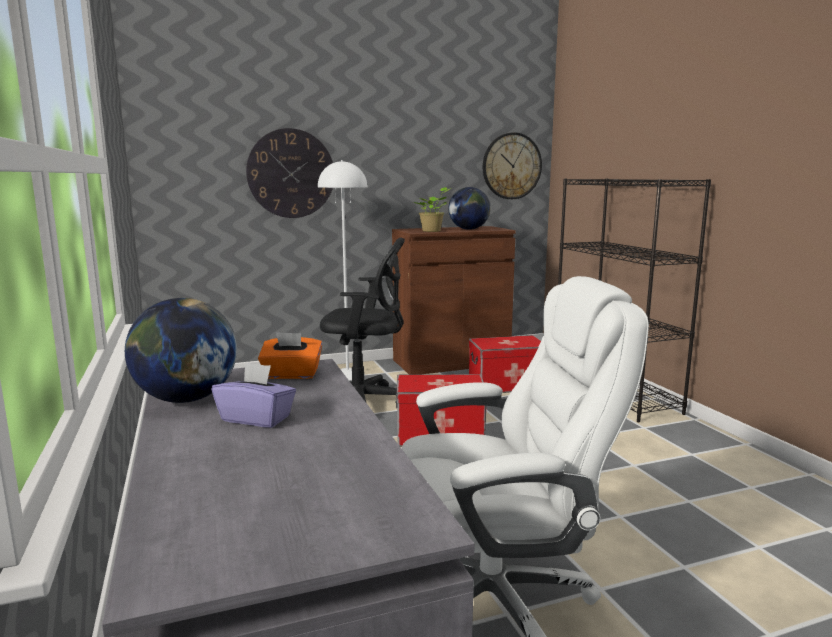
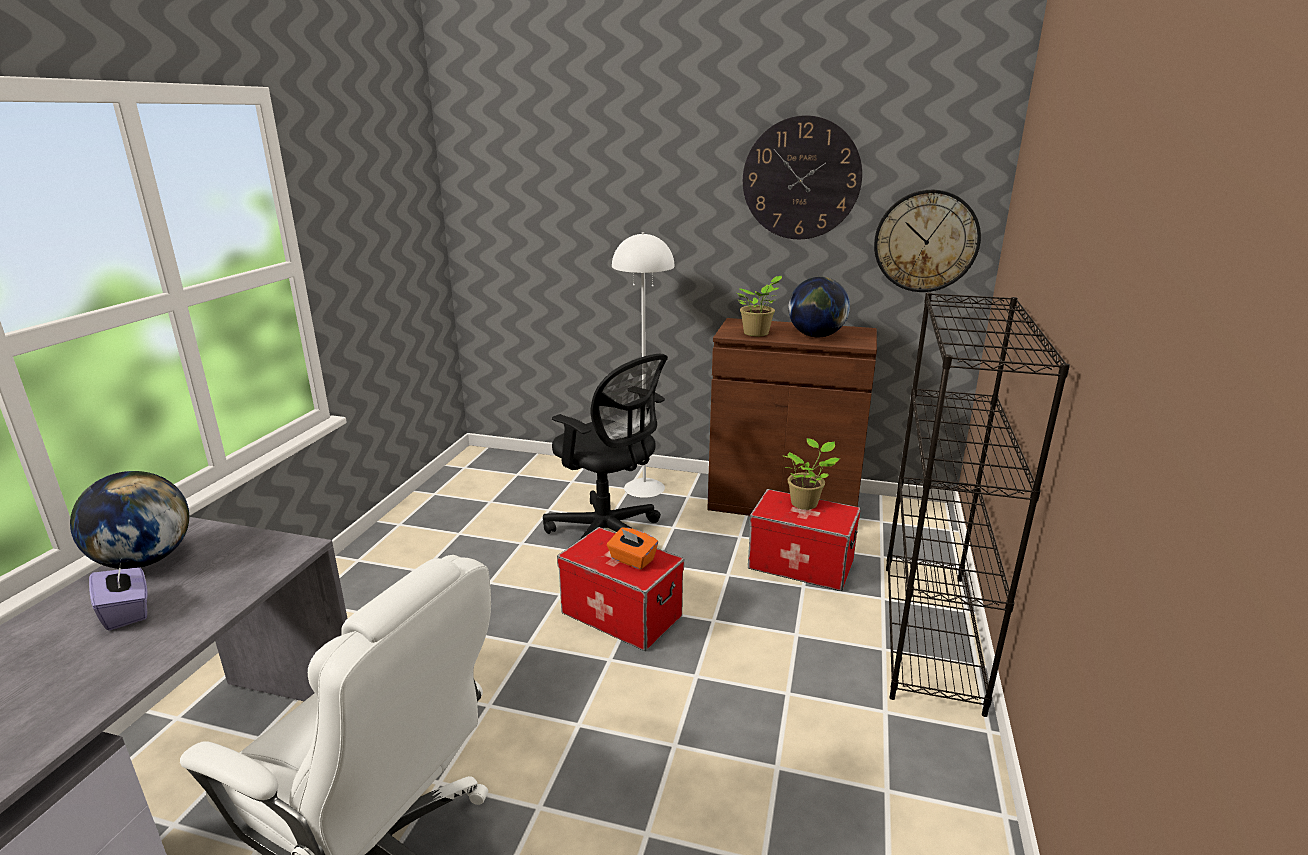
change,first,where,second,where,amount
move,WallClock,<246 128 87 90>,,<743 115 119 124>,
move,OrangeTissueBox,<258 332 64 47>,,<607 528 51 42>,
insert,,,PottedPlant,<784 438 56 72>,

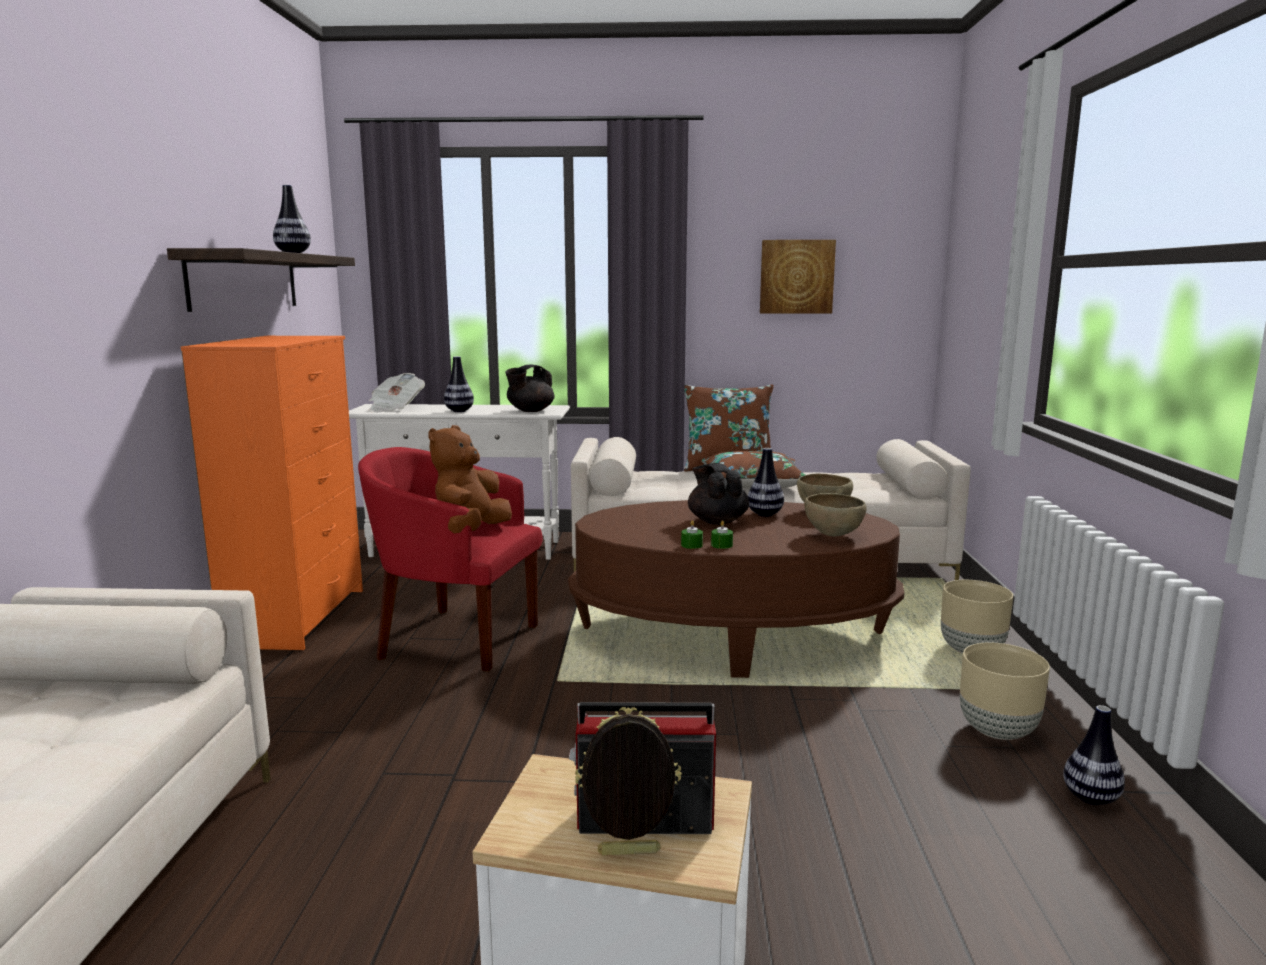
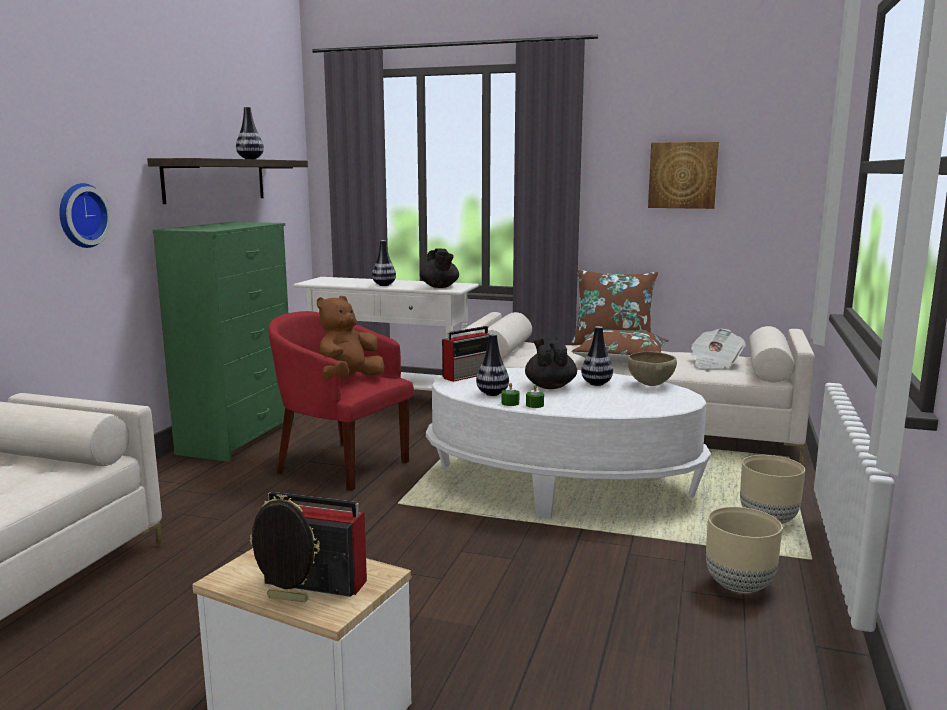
change,first,where,second,where,amount
recolor,OrangeDresser,<181 336 182 314>,GreenDresser,<153 222 142 240>,
move,Newspaper,<369 373 56 40>,,<691 329 55 40>,
rotate,BlackTeapot,<505 364 49 48>,,<419 249 40 39>,75 degrees counterclockwise
recolor,BrownCoffeeTable,<568 500 336 178>,WhiteCoffeeTable,<426 368 285 150>,
delete,BrownBowl,<804 493 62 43>,,,
move,Vase,<1063 705 62 100>,,<476 334 33 62>,
insert,,,WallClock,<59 183 53 65>,
insert,,,Radio,<442 326 48 56>,

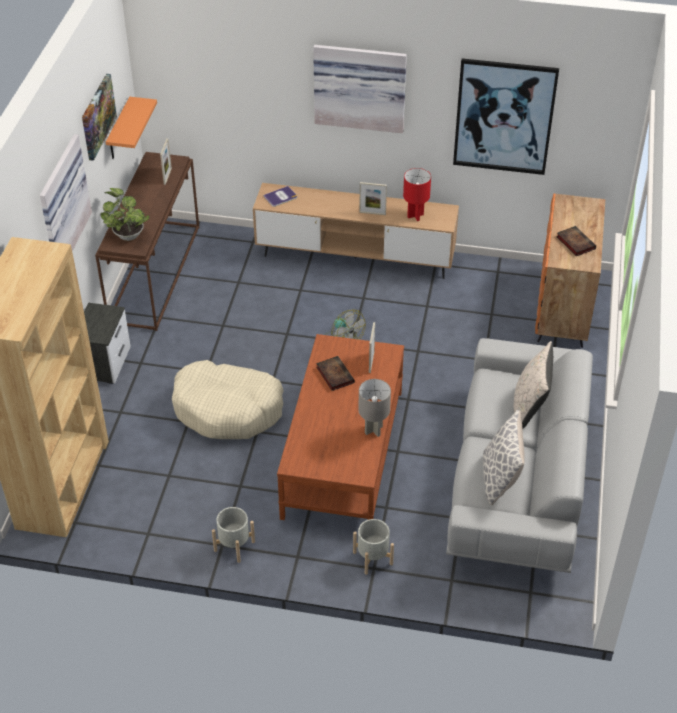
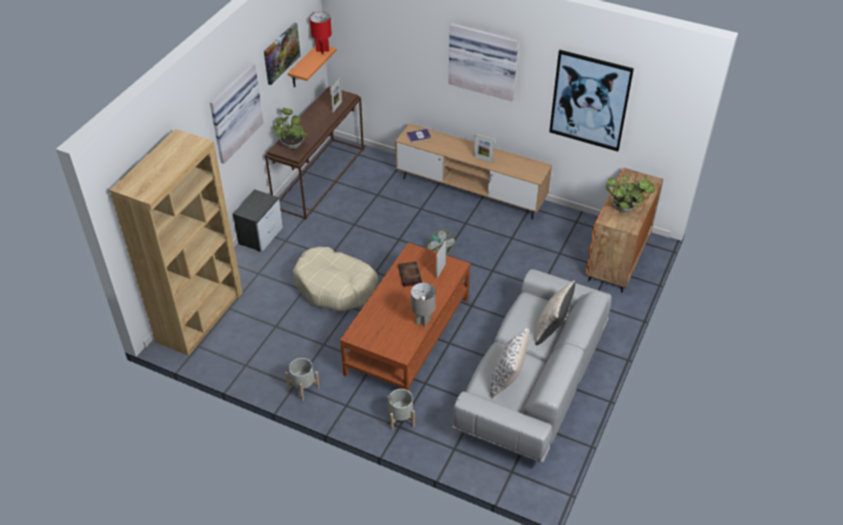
change,first,where,second,where,amount
move,RedTableLamp,<403 168 28 53>,,<310 12 22 43>,
replace,Book,<556 226 40 30>,PottedPlant,<606 174 49 38>,

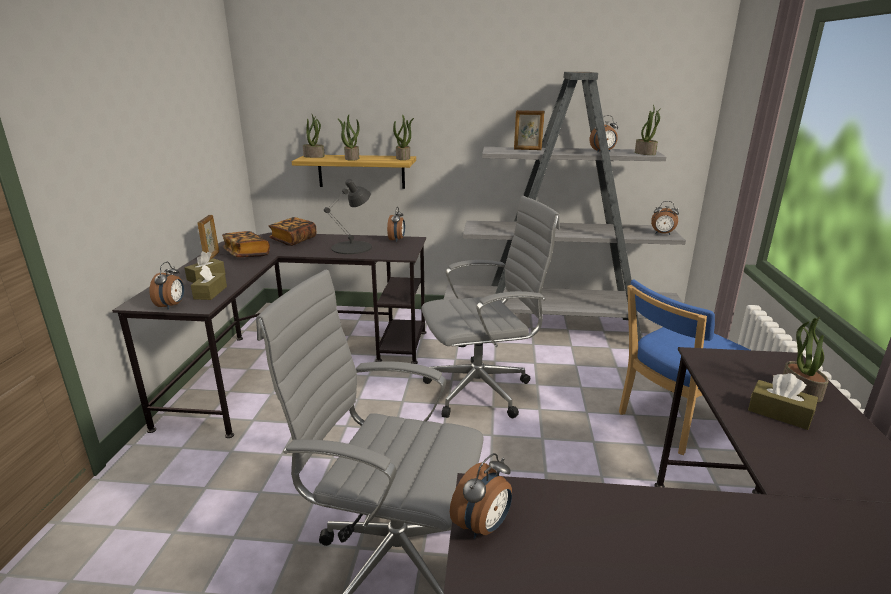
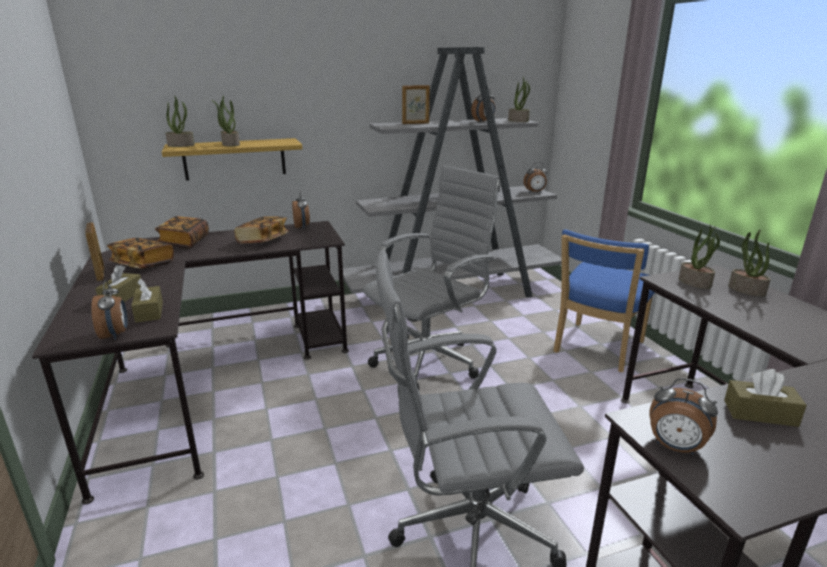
change,first,where,second,where,amount
replace,BlackTableLamp,<324 179 48 75>,Book,<234 216 55 28>,
move,PottedPlant,<393 114 21 46>,,<679 225 41 64>,
rotate,AlarmClock,<450 453 62 86>,,<649 378 69 77>,105 degrees clockwise
move,BrownTissueBox,<748 373 70 57>,,<724 369 83 58>,

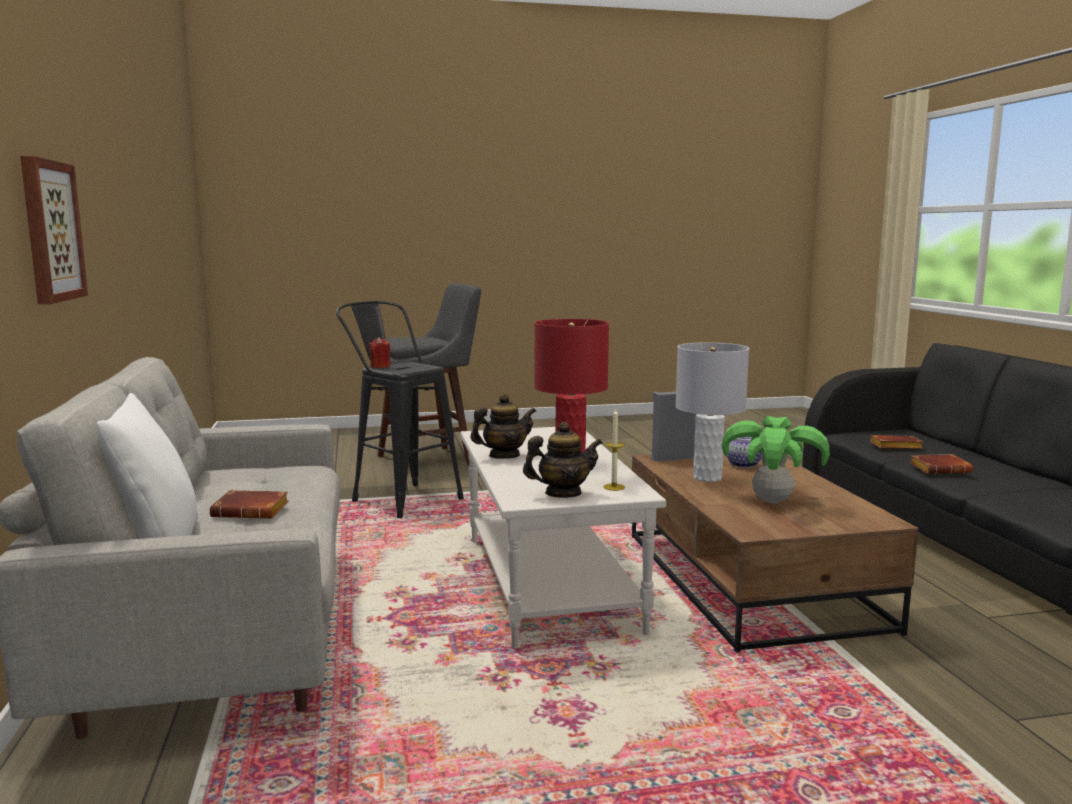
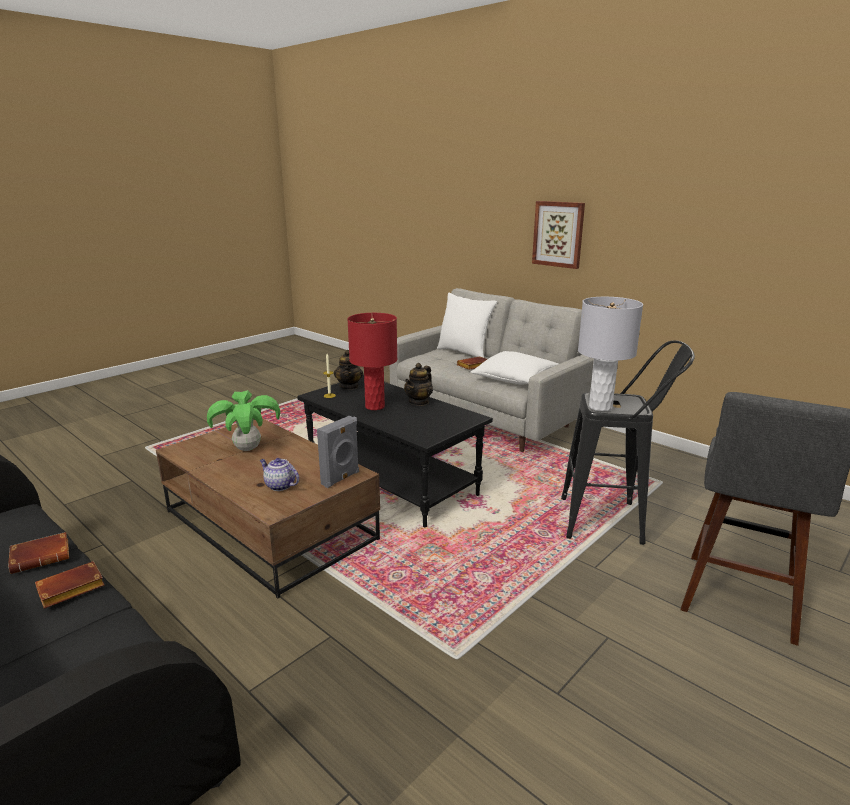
change,first,where,second,where,amount
delete,RedCandle,<369 337 22 31>,,,
recolor,WhiteCoffeeTable,<460 427 206 222>,BlackCoffeeTable,<297 375 196 152>,
rotate,Teapot,<523 422 79 76>,,<334 350 29 40>,45 degrees counterclockwise
move,GreyTableLamp,<675 342 74 140>,,<578 297 65 114>,
move,BrownBook,<870 435 53 14>,,<8 532 61 42>,
insert,,,WhitePillow,<471 351 87 33>,

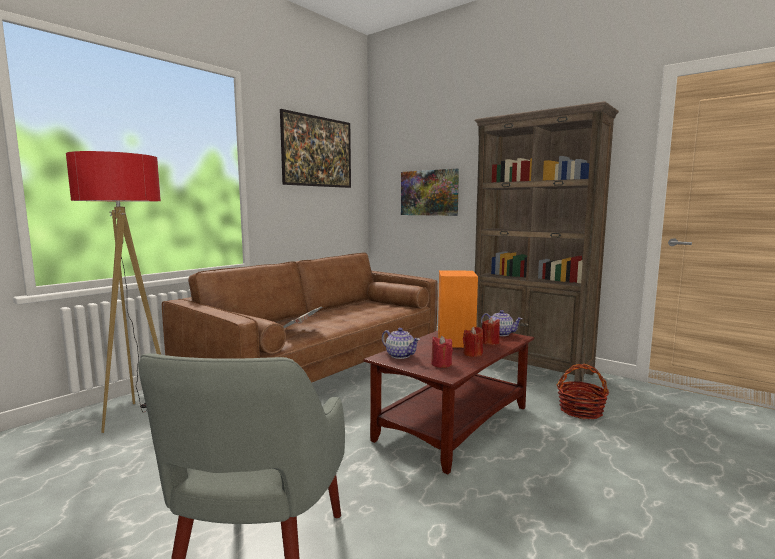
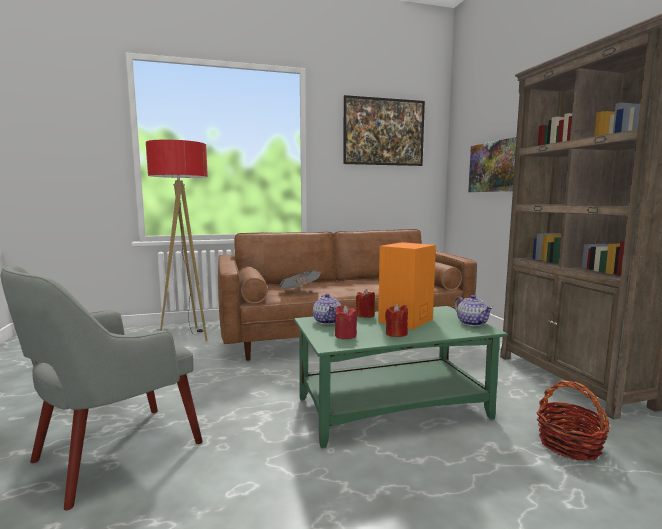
change,first,where,second,where,amount
recolor,BrownCoffeeTable,<364 326 170 148>,GreenCoffeeTable,<294 306 214 142>,
move,RedCandle,<482 317 18 28>,,<356 289 19 29>,

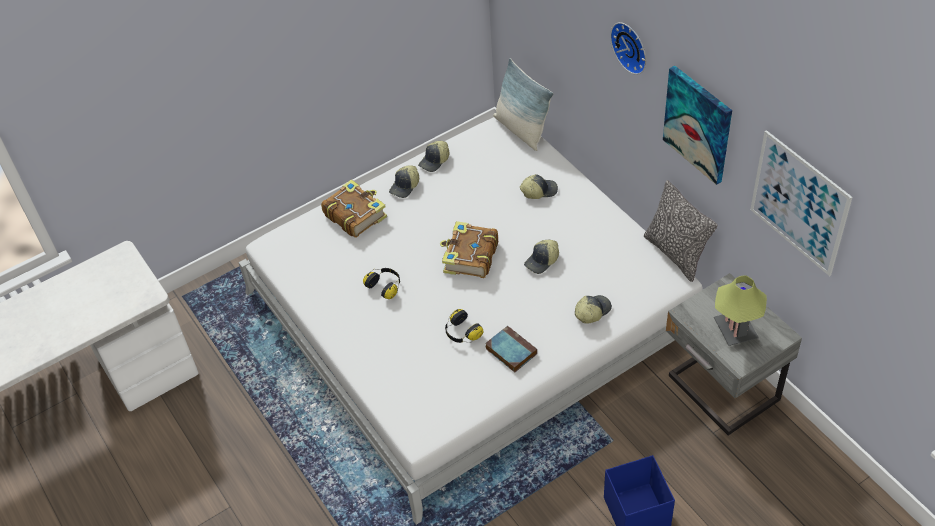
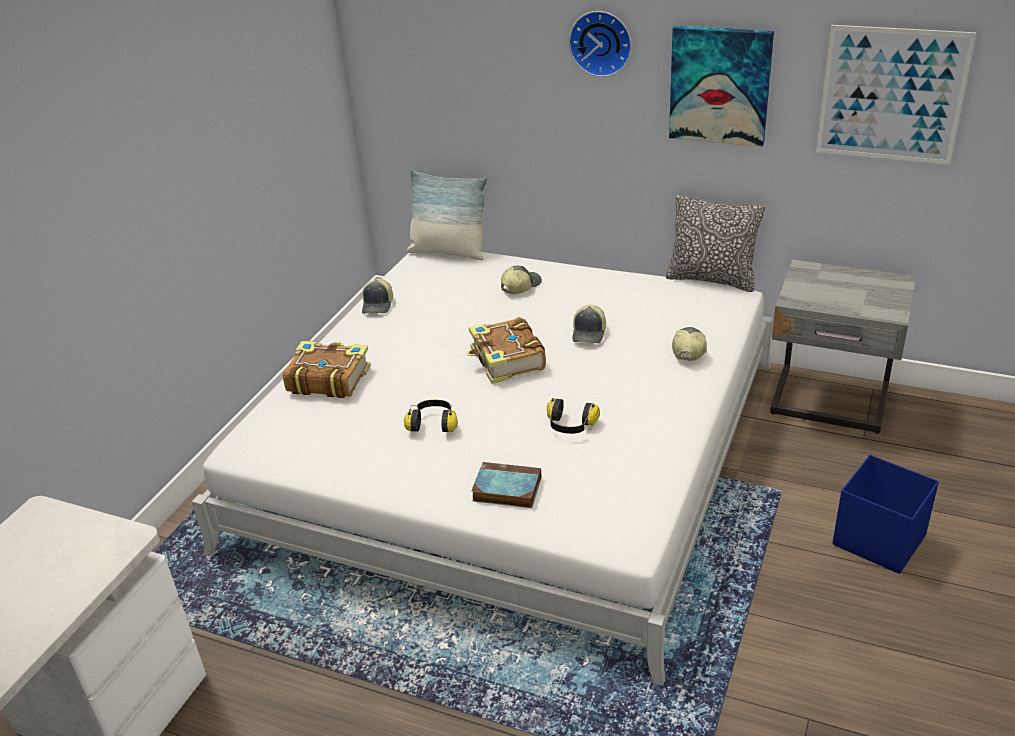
change,first,where,second,where,amount
delete,Cap,<389 165 30 33>,,,
move,Book,<485 326 52 46>,,<471 462 70 46>,
delete,TableLamp,<714 275 53 71>,,,

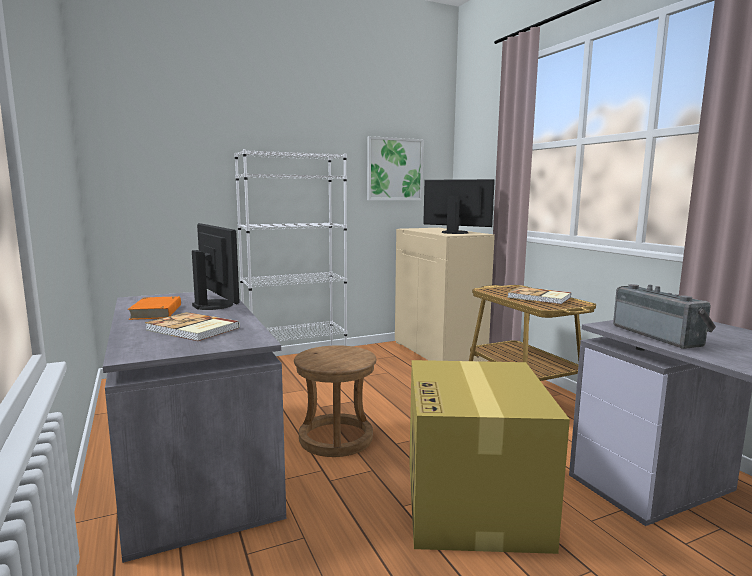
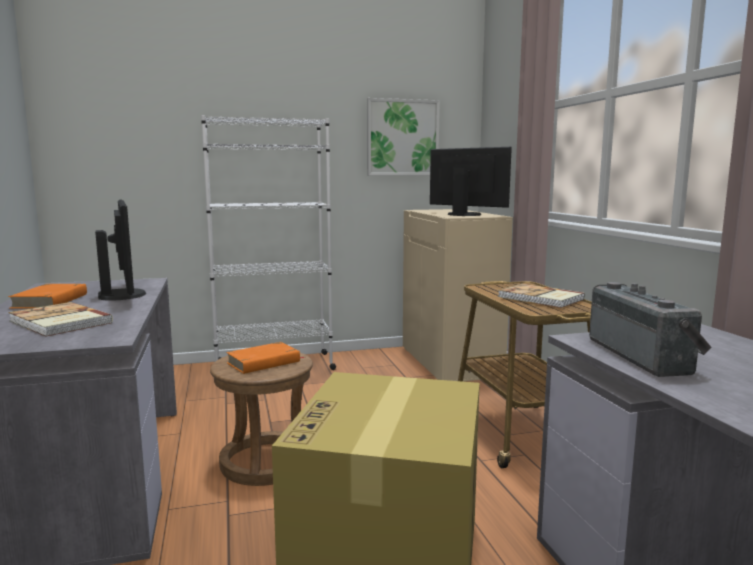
change,first,where,second,where,amount
insert,,,OrangeBook,<226 342 79 32>,

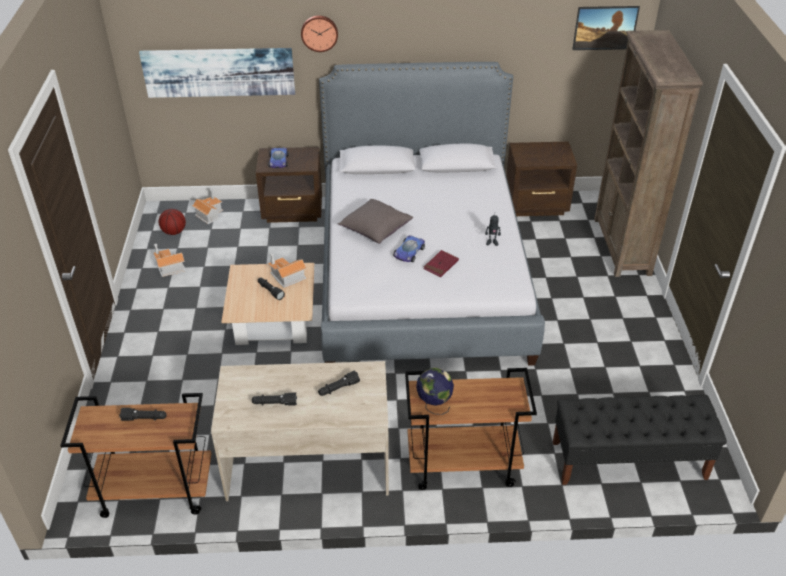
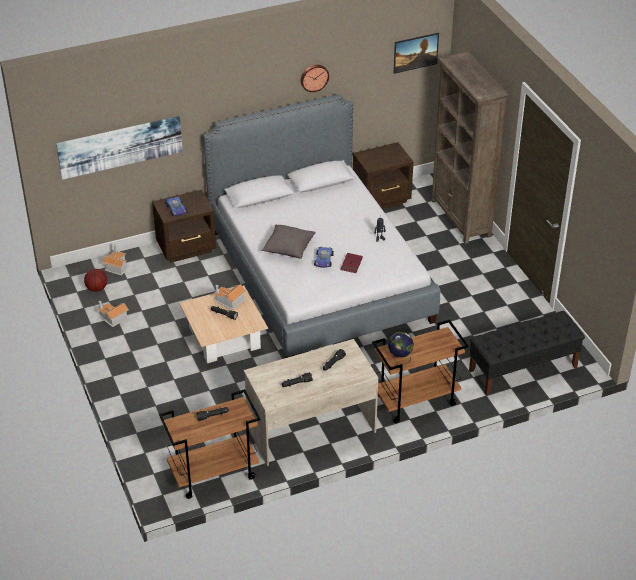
change,first,where,second,where,amount
move,WallClock,<301 16 37 36>,,<301 65 28 27>,

